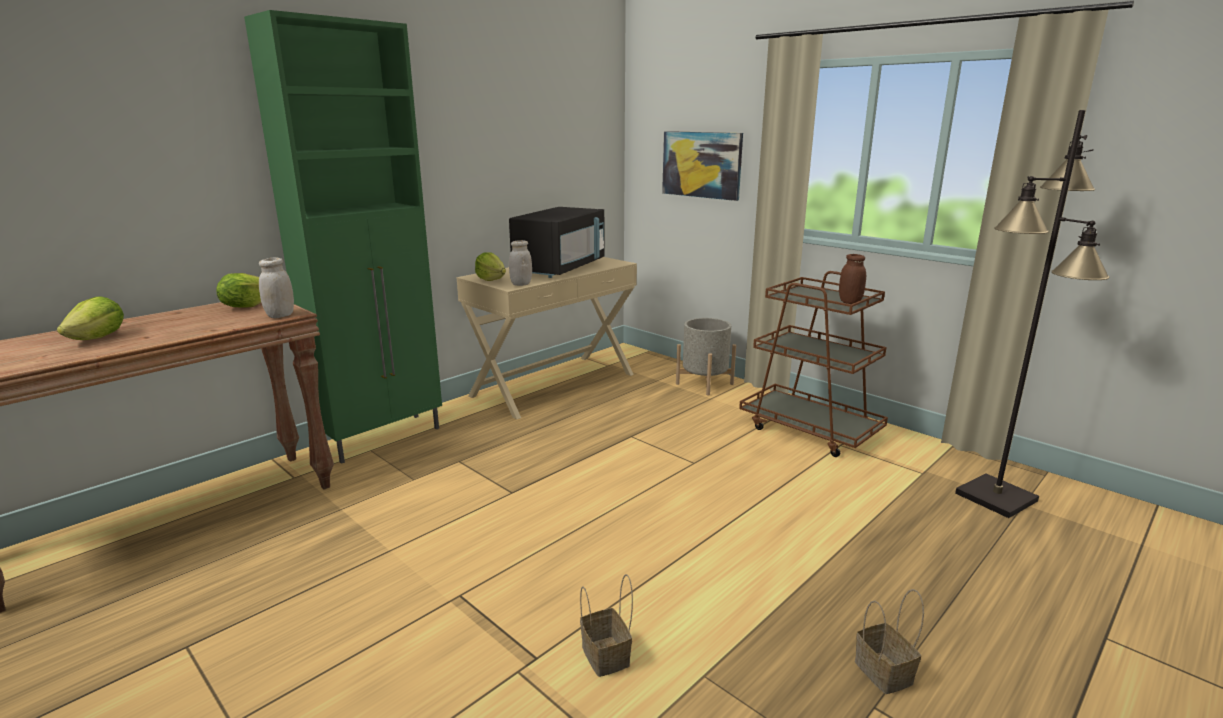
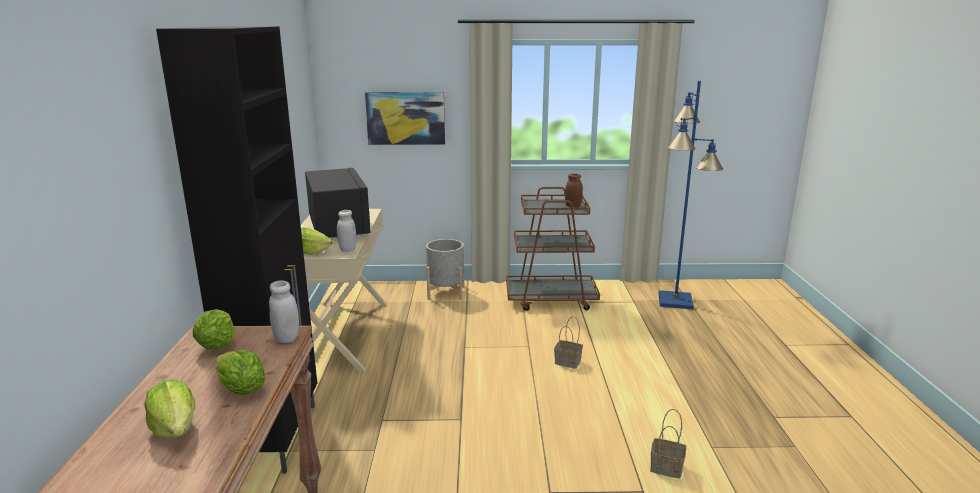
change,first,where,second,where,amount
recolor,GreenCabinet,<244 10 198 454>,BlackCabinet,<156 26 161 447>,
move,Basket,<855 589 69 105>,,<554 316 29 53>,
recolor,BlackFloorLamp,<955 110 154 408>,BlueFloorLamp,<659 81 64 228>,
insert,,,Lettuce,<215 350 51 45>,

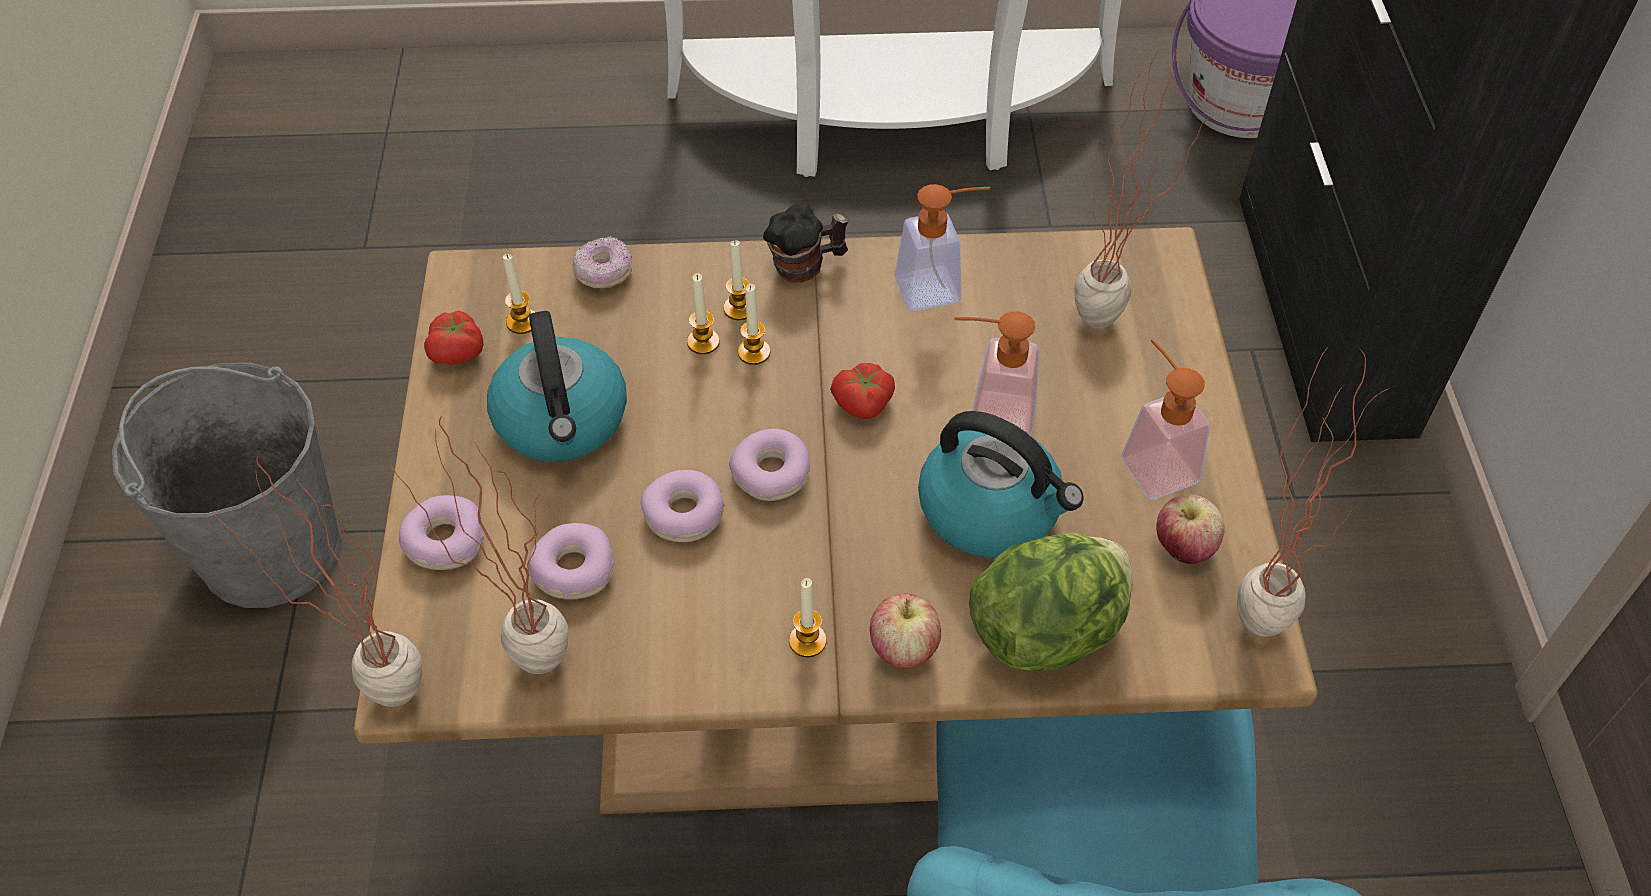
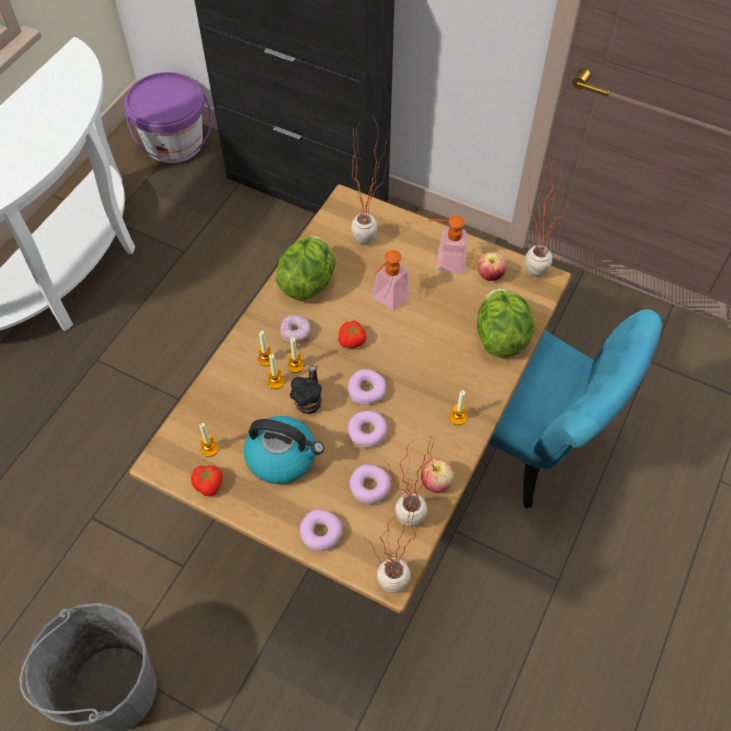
change,first,where,second,where,amount
move,Donut,<572 236 60 52>,,<280 314 31 29>,
move,Mug,<763 203 85 80>,,<290 366 32 48>,
move,Apple,<870 594 71 74>,,<421 458 33 35>,
replace,SoapDispenser,<894 184 96 127>,Lettuce,<275 236 61 64>,
delete,Kettle,<918 411 166 147>,,,

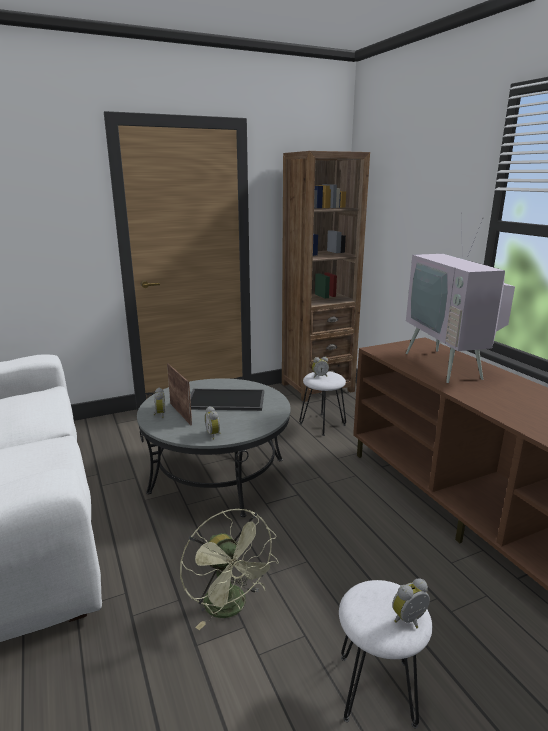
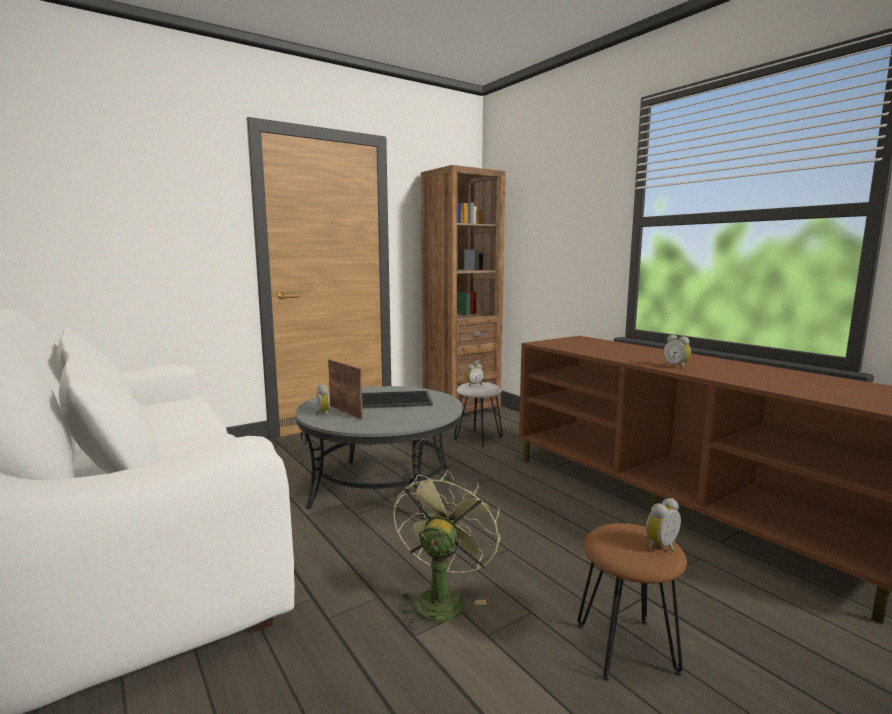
change,first,where,second,where,amount
rotate,GreenFan,<180 509 99 121>,,<393 470 108 159>,120 degrees counterclockwise
move,AlarmClock,<205 406 15 34>,,<664 335 27 34>,
recolor,WhiteStool,<339 580 93 148>,BrownStool,<578 523 109 158>,
delete,Television,<406 212 109 171>,,,

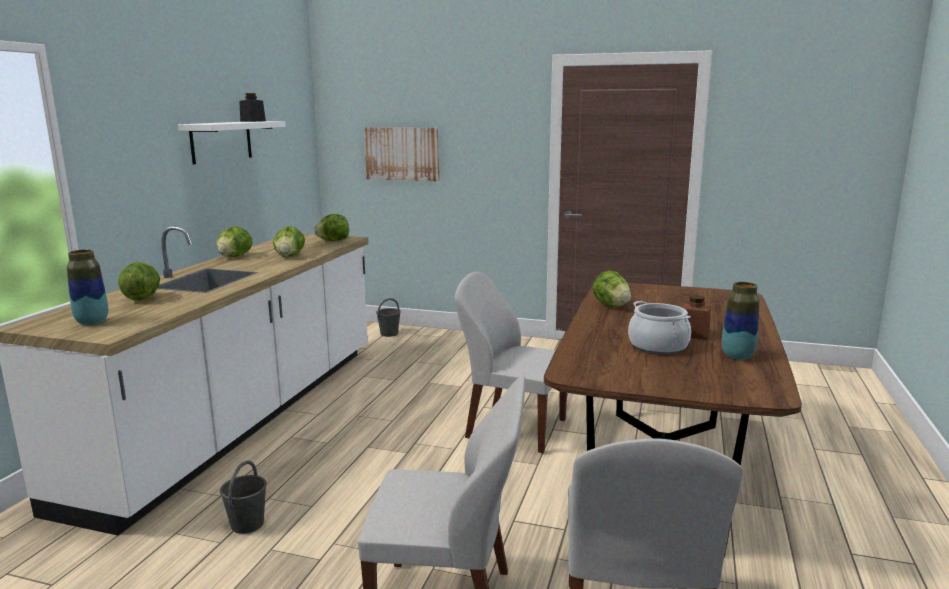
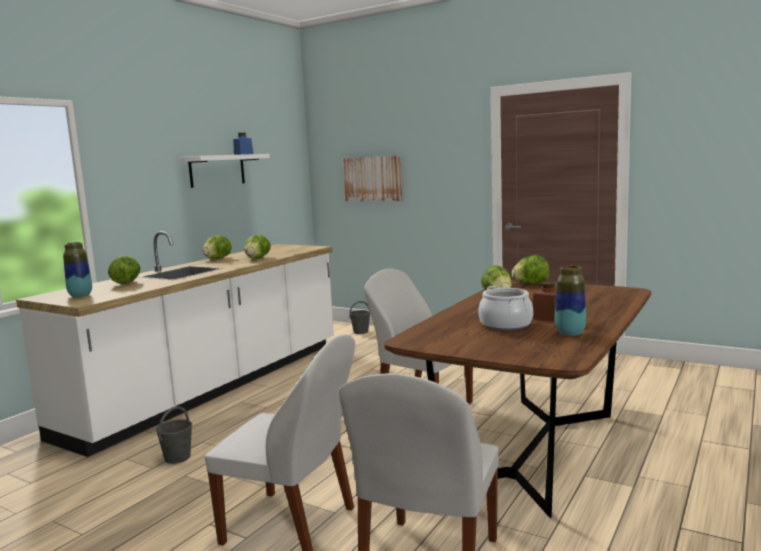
change,first,where,second,where,amount
recolor,BlackJar,<239 93 27 29>,BlueJar,<233 133 20 22>,
move,Lettuce,<314 214 35 27>,,<512 255 37 29>,

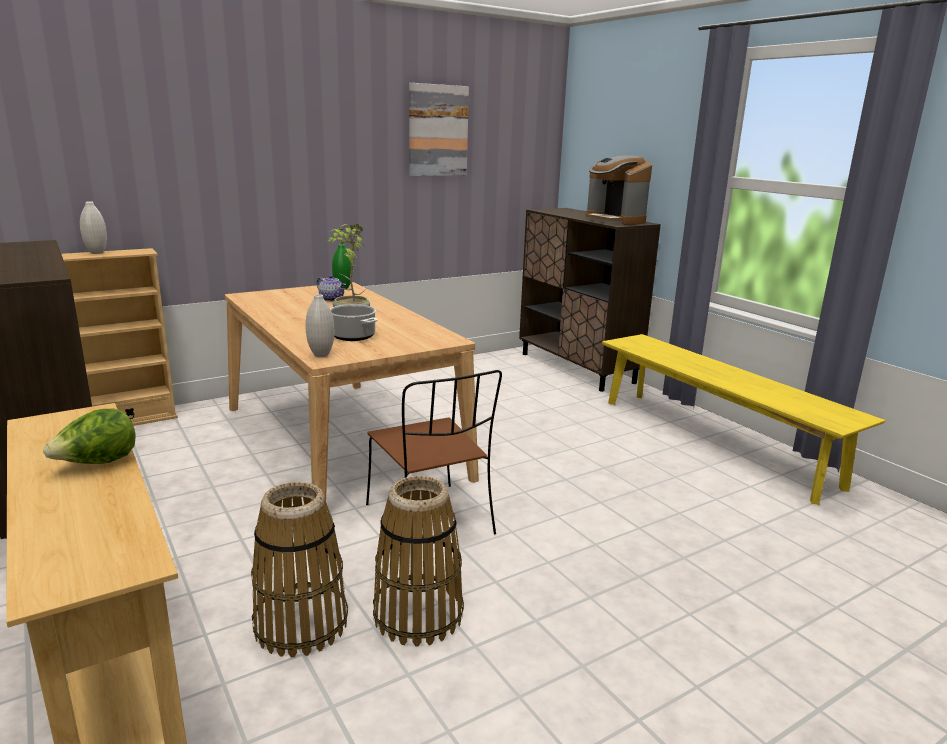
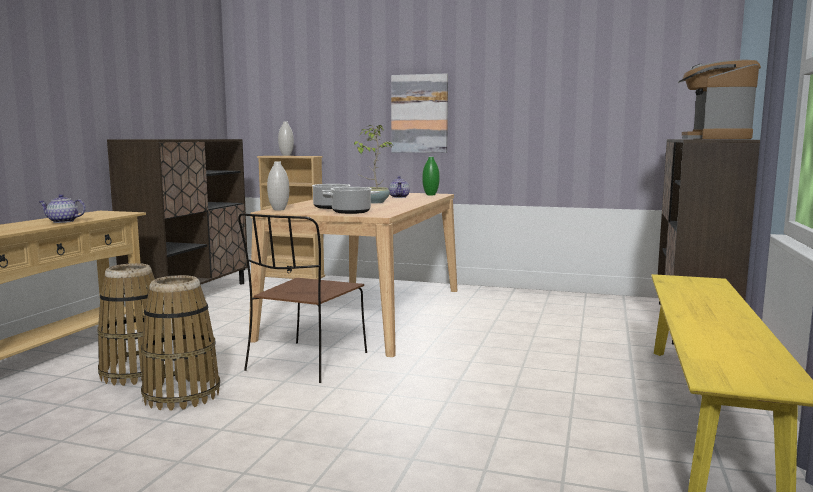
change,first,where,second,where,amount
replace,Lettuce,<43 409 92 55>,Teapot,<38 194 48 29>,
move,Picture,<409 83 60 93>,,<391 73 57 80>,
insert,,,CookingPot,<322 187 58 27>,

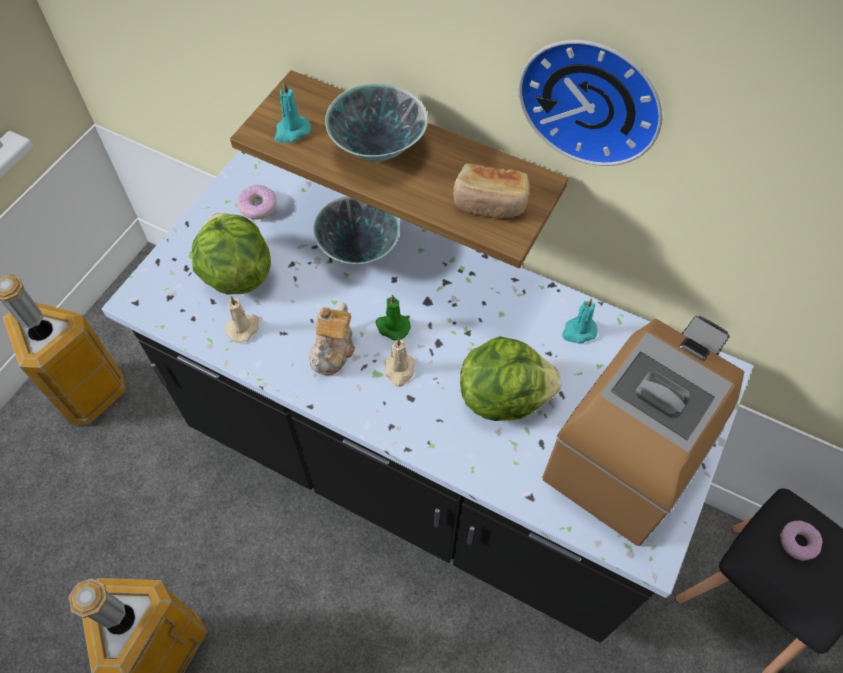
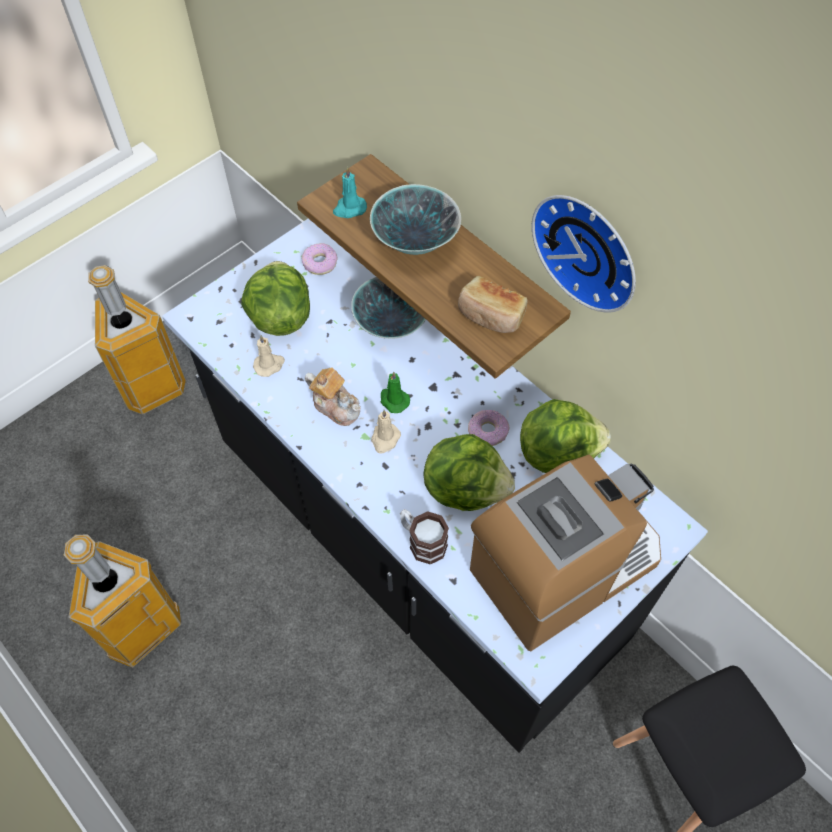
change,first,where,second,where,amount
rotate,Teapot,<309 302 46 73>,,<305 367 56 59>,90 degrees counterclockwise
replace,TurquoiseCandle,<562 298 35 45>,Lettuce,<520 399 91 74>,
move,Donut,<780 521 42 40>,,<468 410 41 36>,
insert,,,Mug,<400 509 49 55>,

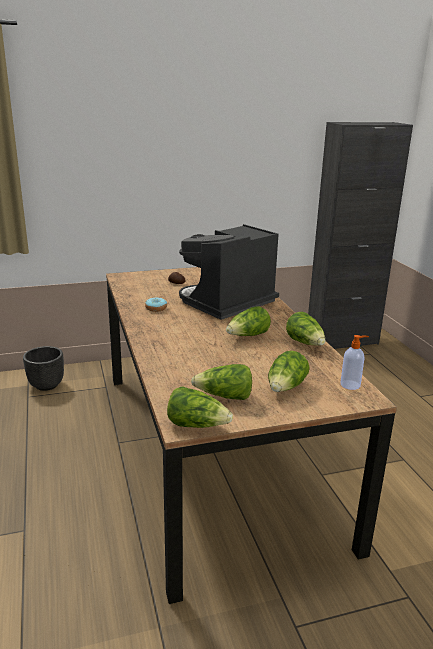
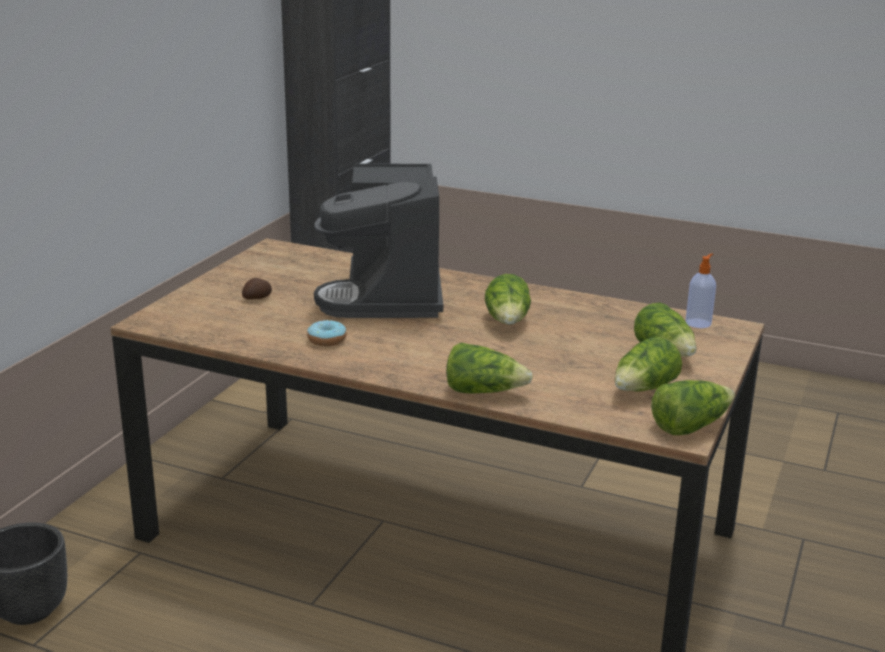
change,first,where,second,where,amount
move,Lettuce,<286 312 39 34>,,<446 343 87 51>,

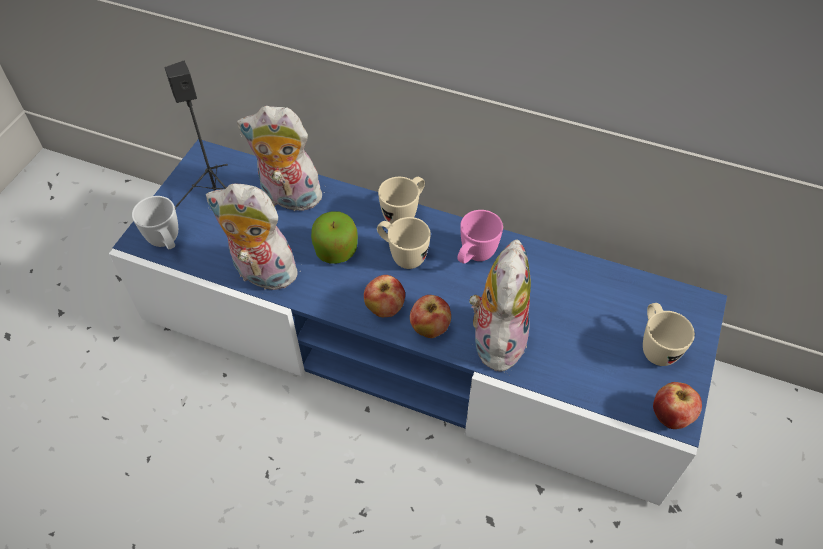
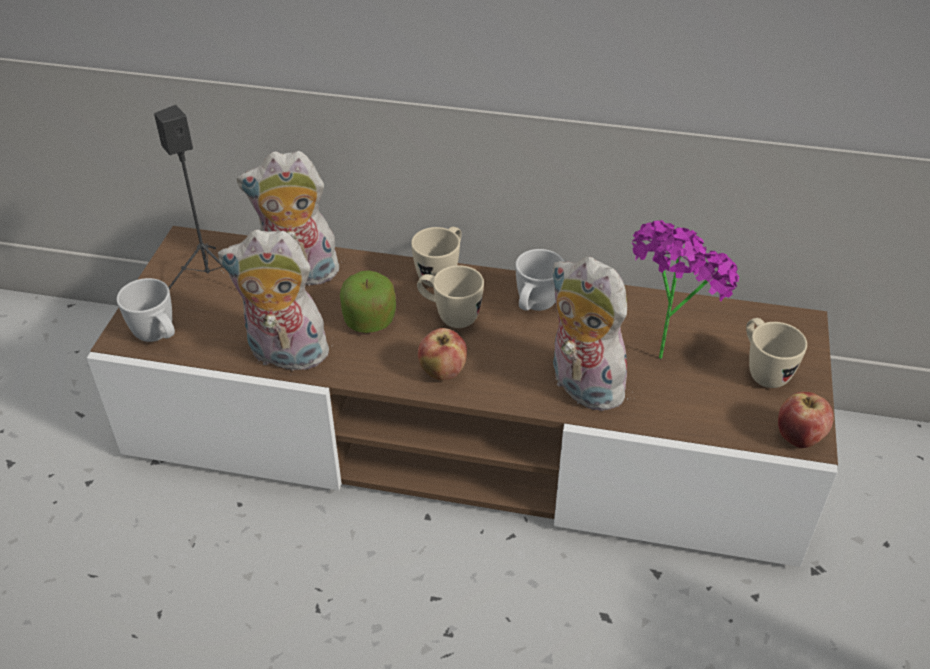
change,first,where,second,where,amount
recolor,BlueTvStand,<109 139 618 367>,BrownTvStand,<87 226 751 341>,
delete,Apple,<410 295 41 43>,,,
recolor,PinkMug,<457 210 46 54>,WhiteMug,<515 249 50 62>,
rotate,PlushToy,<469 239 62 133>,,<551 256 77 155>,45 degrees counterclockwise
insert,,,PottedPlant,<631 220 108 139>,

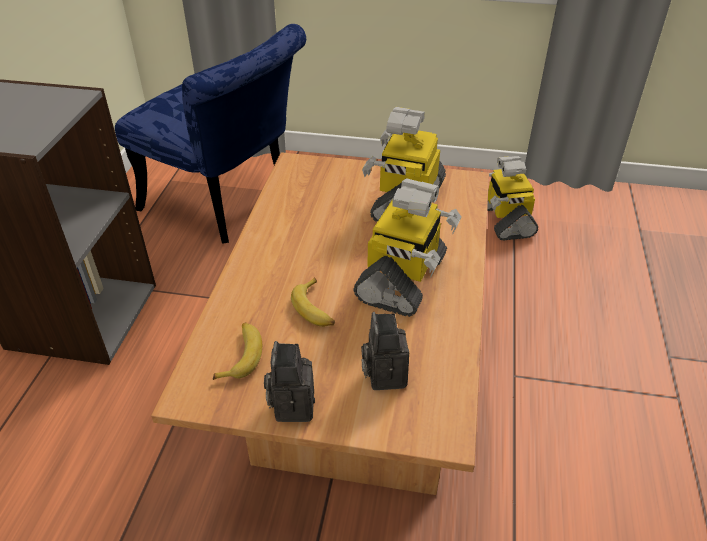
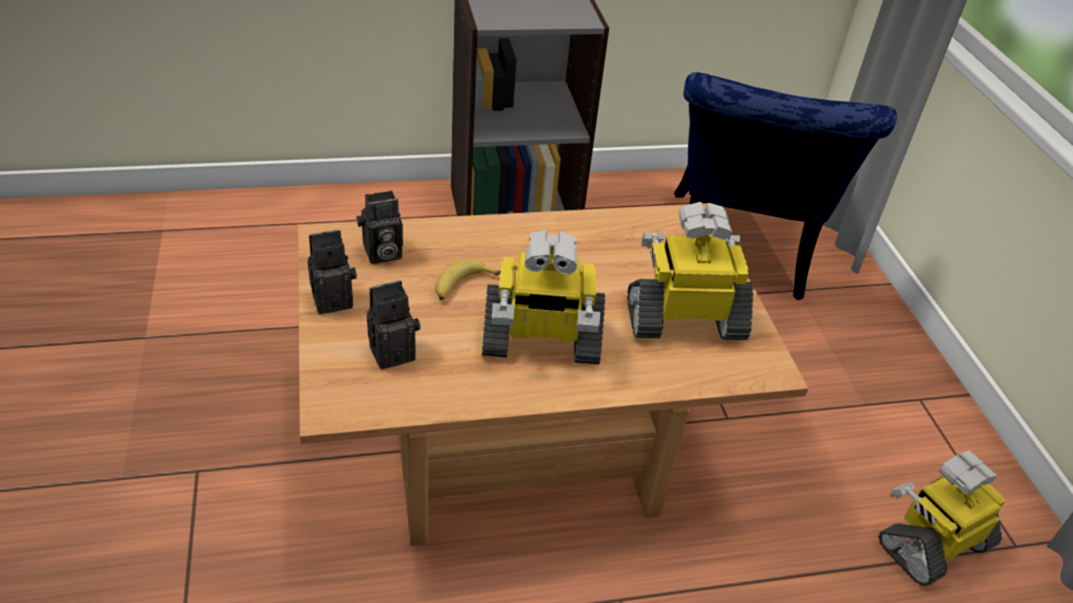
change,first,where,second,where,amount
replace,Banana,<213 322 49 58>,PhotoCamera,<357 190 46 74>,

